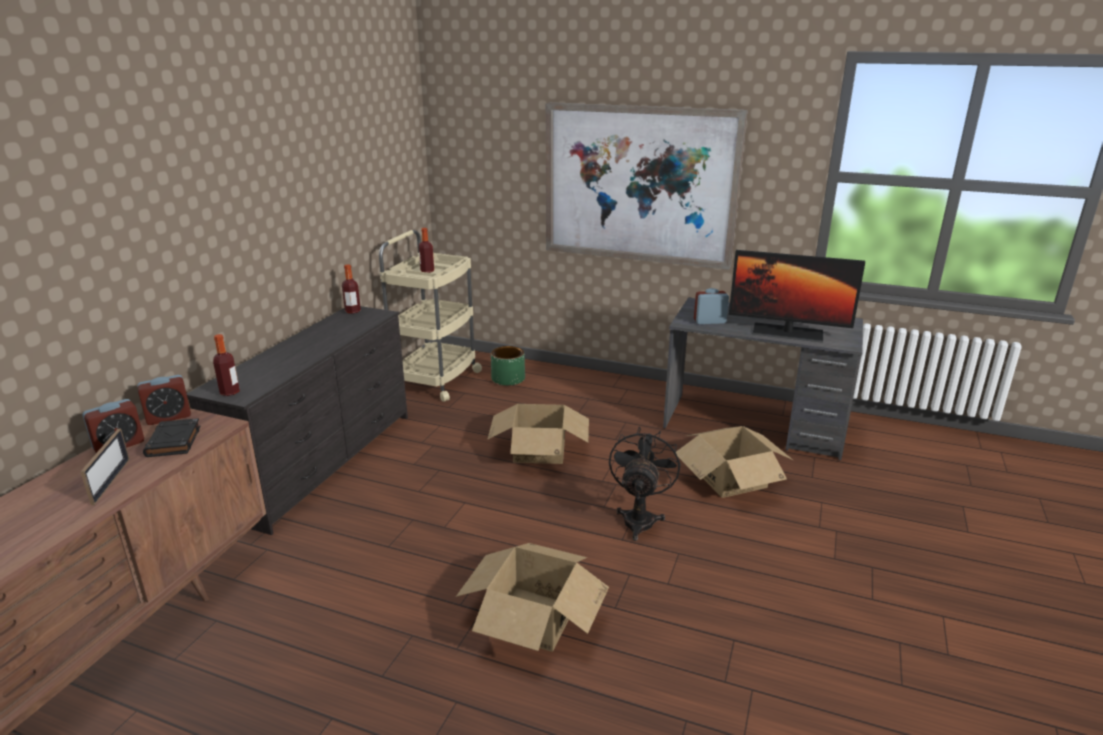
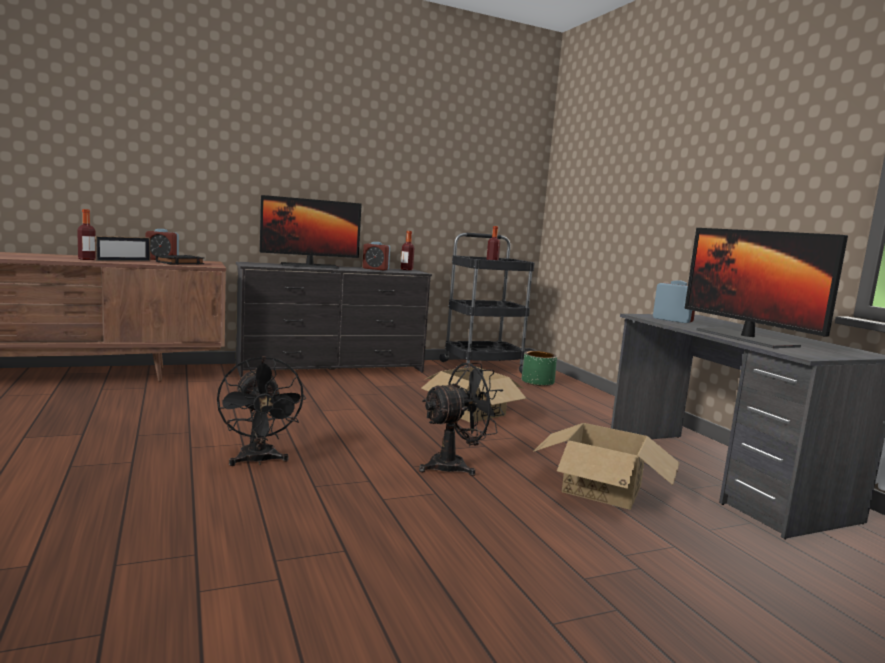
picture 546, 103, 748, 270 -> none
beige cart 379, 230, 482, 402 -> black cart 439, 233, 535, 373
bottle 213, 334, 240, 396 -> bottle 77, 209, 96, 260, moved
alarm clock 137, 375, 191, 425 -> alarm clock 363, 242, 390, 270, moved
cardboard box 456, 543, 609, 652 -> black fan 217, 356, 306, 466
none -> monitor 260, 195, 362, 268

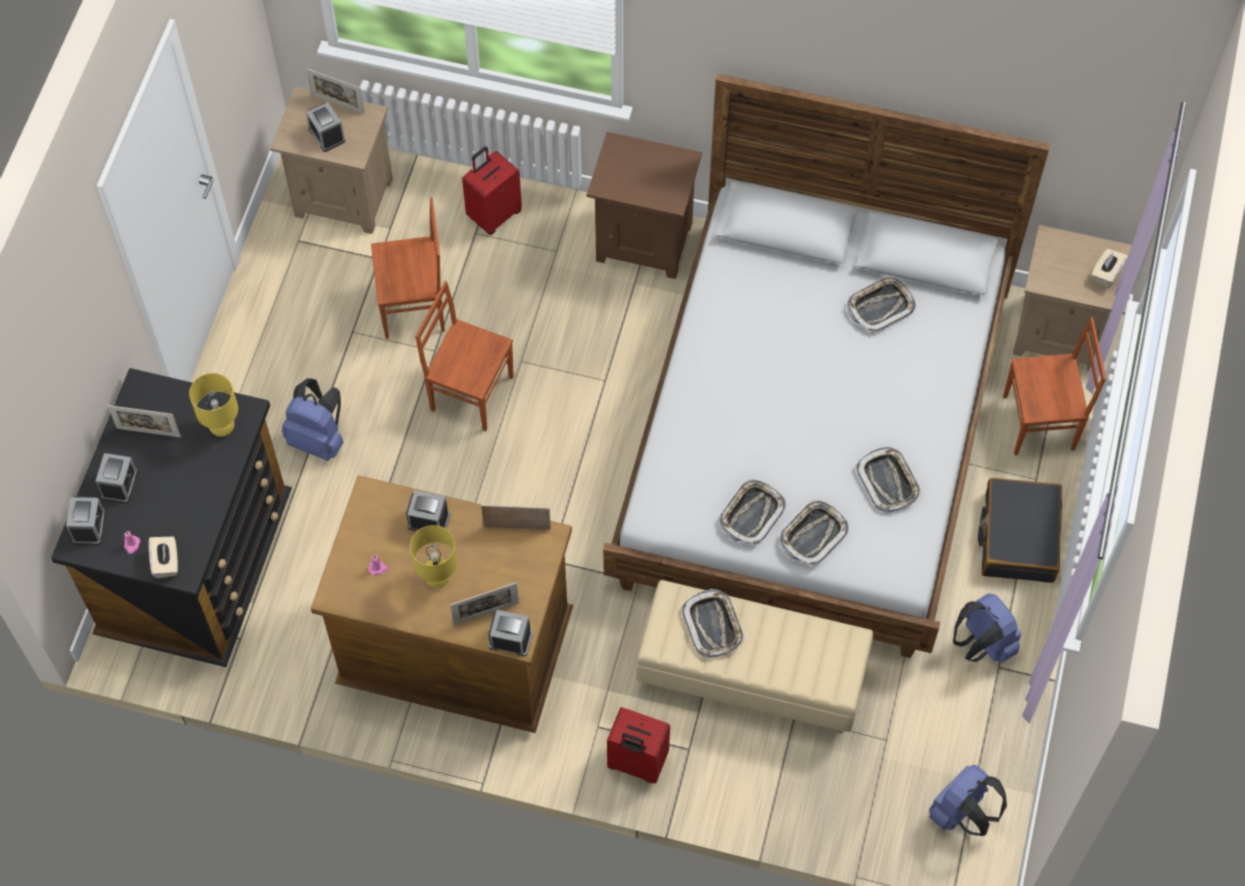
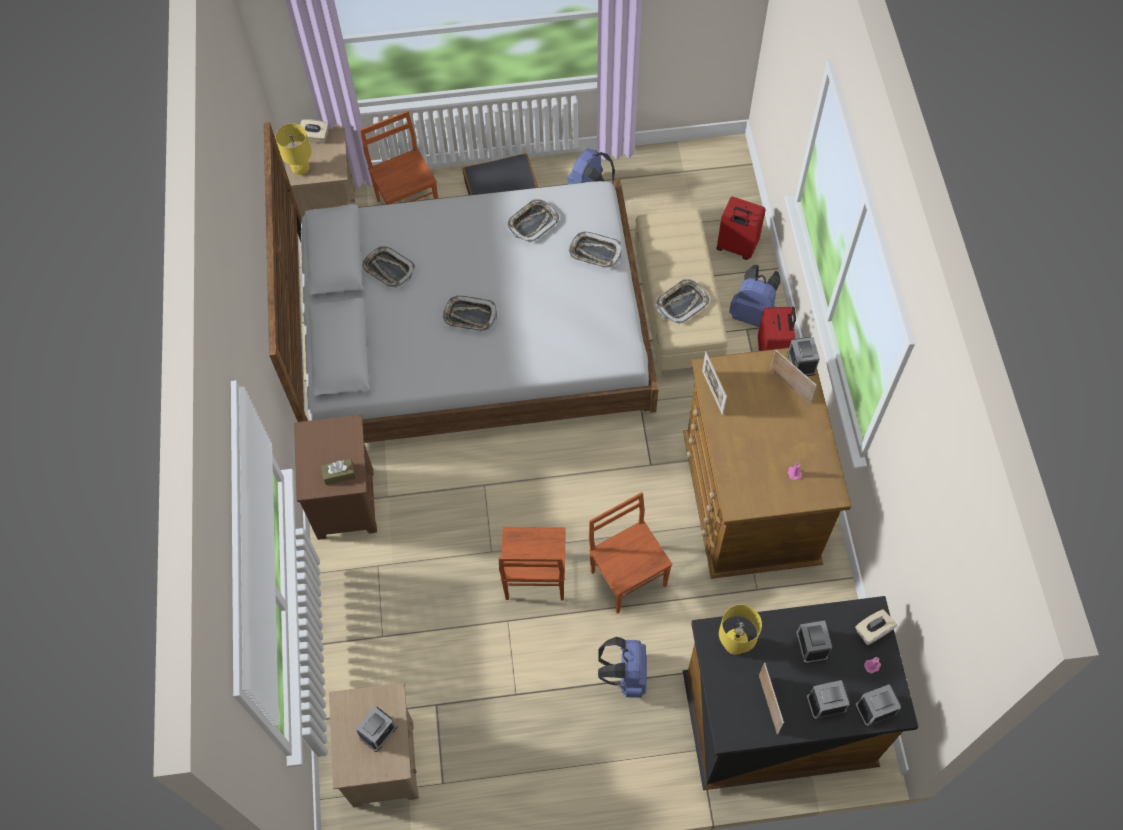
picture frame 307, 69, 365, 114 -> none
red suitcase 462, 146, 522, 235 -> red suitcase 716, 196, 766, 260, moved
brown chair 371, 197, 445, 339 -> brown chair 589, 492, 673, 614, moved
tray 720, 479, 785, 545 -> tray 443, 296, 497, 331, moved
alarm clock 406, 490, 451, 531 -> alarm clock 796, 620, 832, 664, moved
yellow table lamp 410, 525, 457, 588 -> yellow table lamp 275, 123, 311, 175, moved
blue backpack 929, 765, 1007, 836 -> blue backpack 729, 264, 781, 327, moved
none -> brown tissue box 321, 459, 356, 485

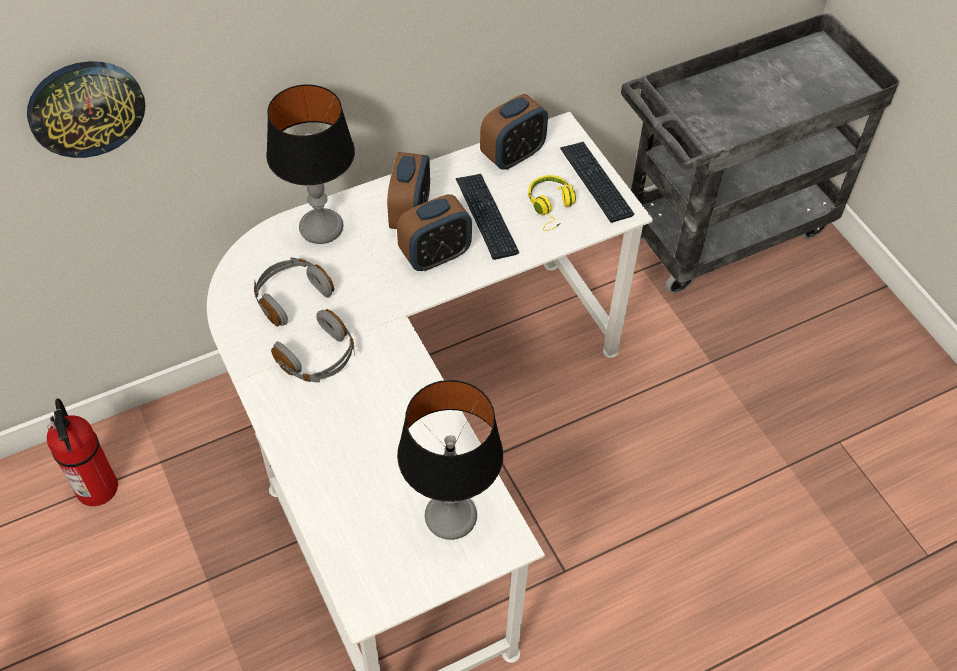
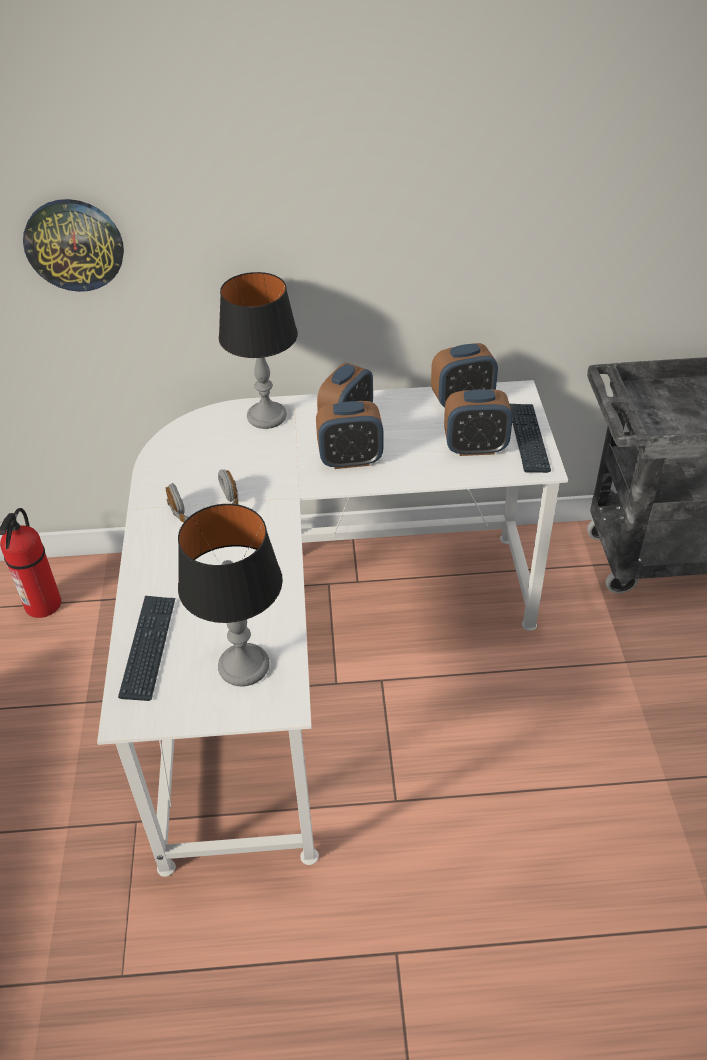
keyboard 456, 174, 519, 260 -> keyboard 118, 596, 175, 701, moved
yellow headphones 528, 175, 576, 231 -> alarm clock 444, 389, 512, 456
grey headphones 254, 257, 334, 326 -> none

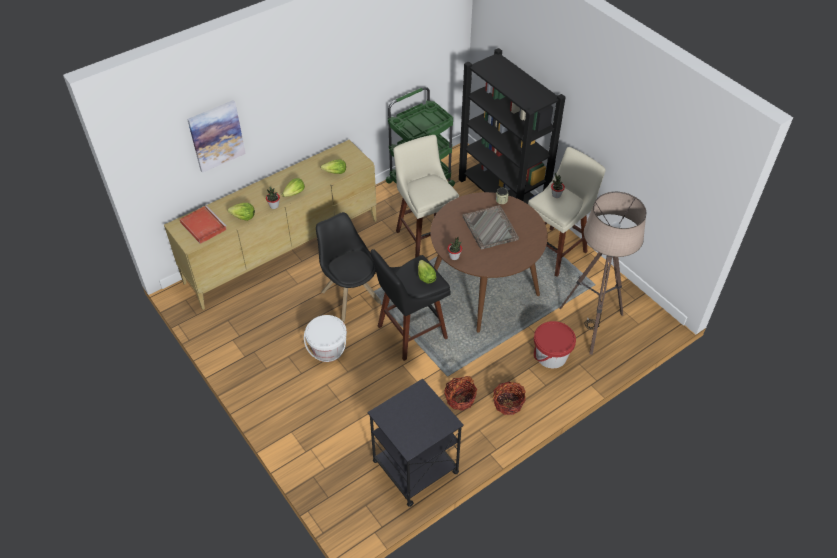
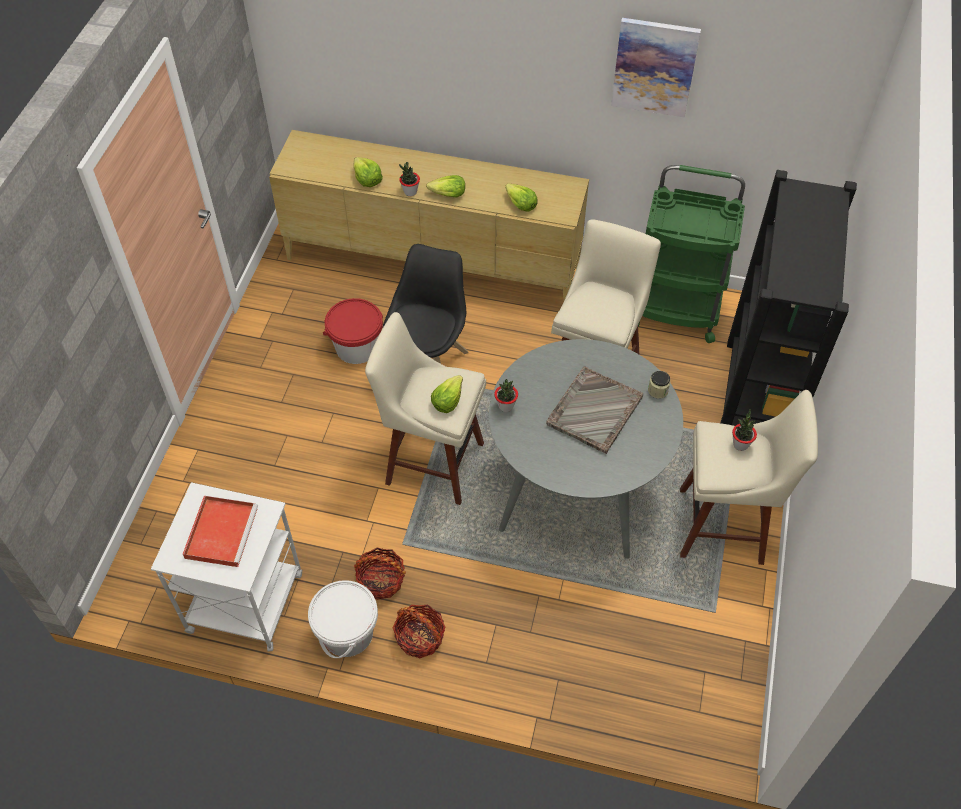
picture 187, 100, 246, 173 -> picture 611, 18, 701, 117, moved
brown dining table 430, 192, 548, 333 -> grey dining table 489, 339, 683, 559
floor lamp 559, 192, 646, 355 -> none
red tray 180, 205, 227, 244 -> red tray 183, 496, 258, 567, moved
black stool 370, 249, 451, 361 -> beige stool 365, 312, 486, 505
white bucket 304, 315, 347, 362 -> white bucket 308, 580, 378, 658, moved
red bucket 534, 321, 576, 368 -> red bucket 323, 298, 383, 364, moved
black cart 368, 379, 464, 507 -> white cart 151, 482, 303, 652

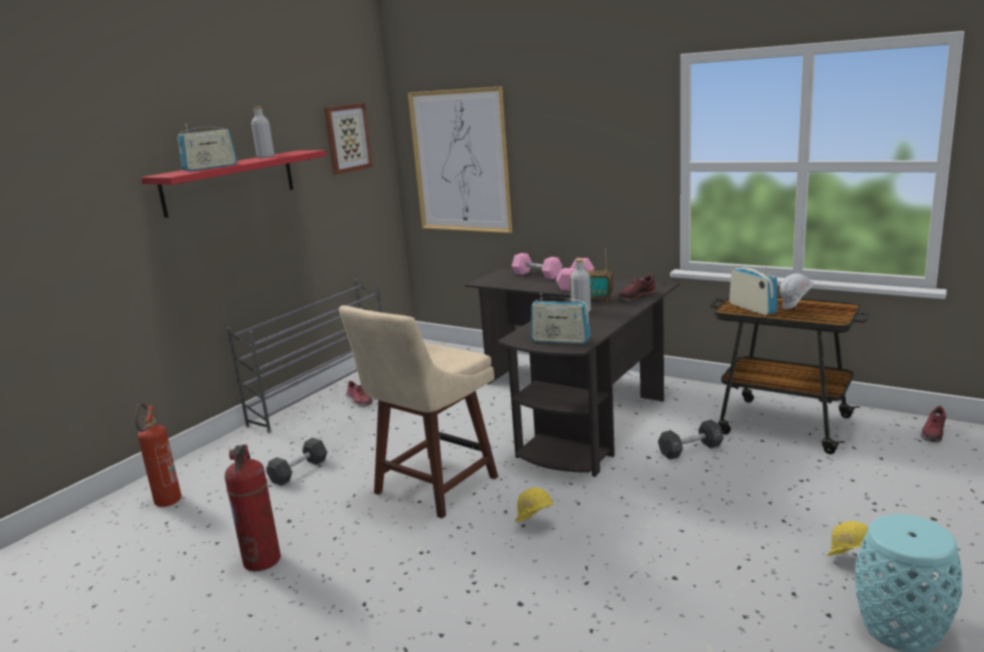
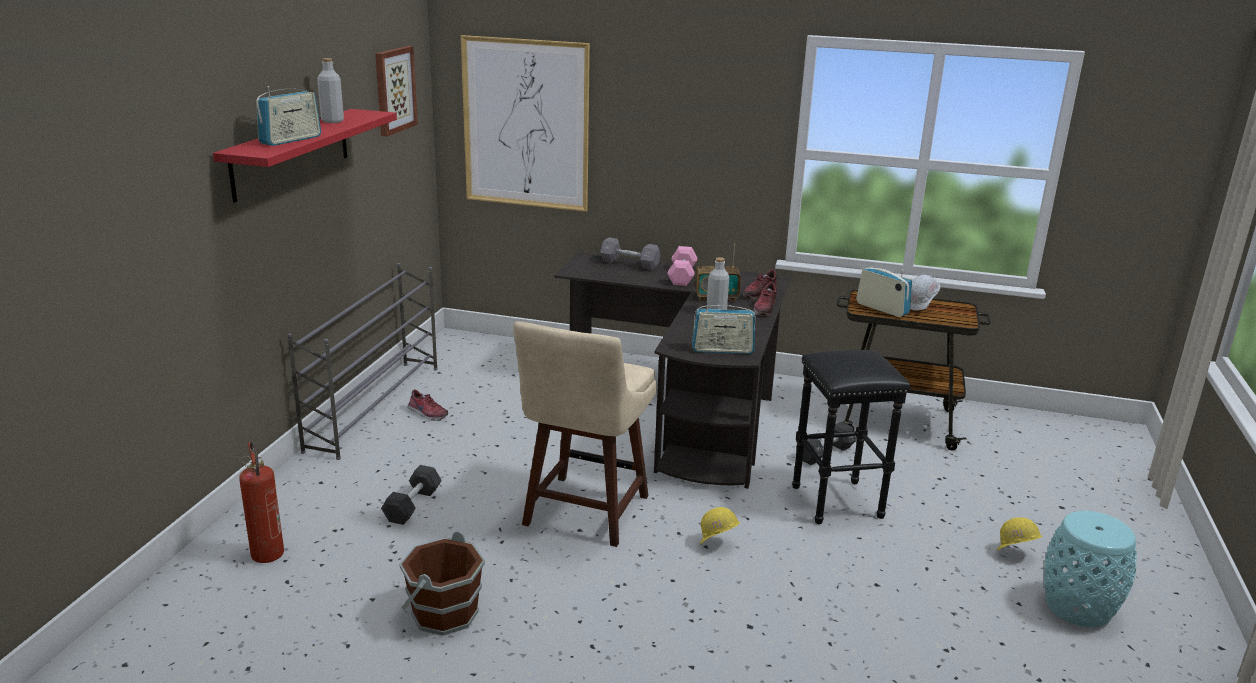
pink dumbbell 512, 253, 562, 279 -> grey dumbbell 600, 237, 660, 270
shoe 920, 406, 946, 442 -> shoe 753, 282, 777, 316, moved
fire extinguisher 225, 444, 281, 571 -> brown bucket 399, 531, 485, 636
none -> black stool 792, 350, 910, 524

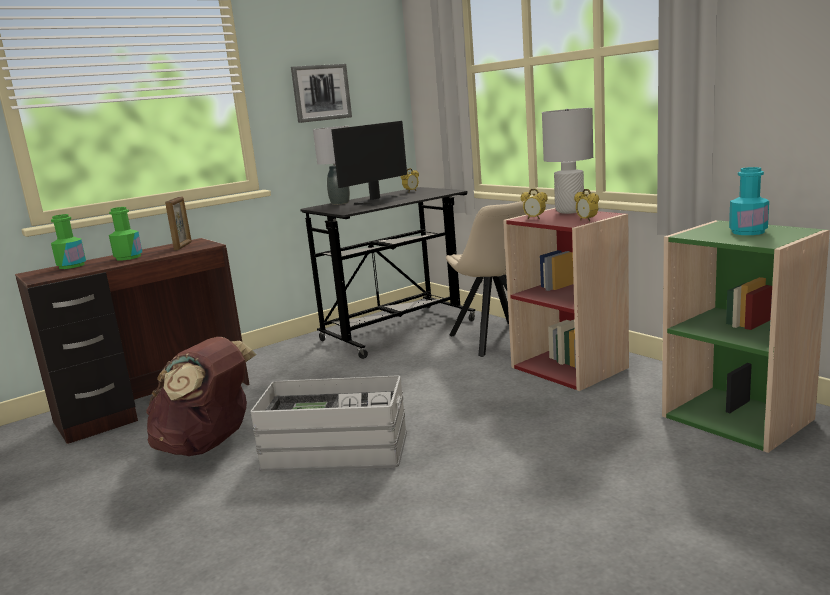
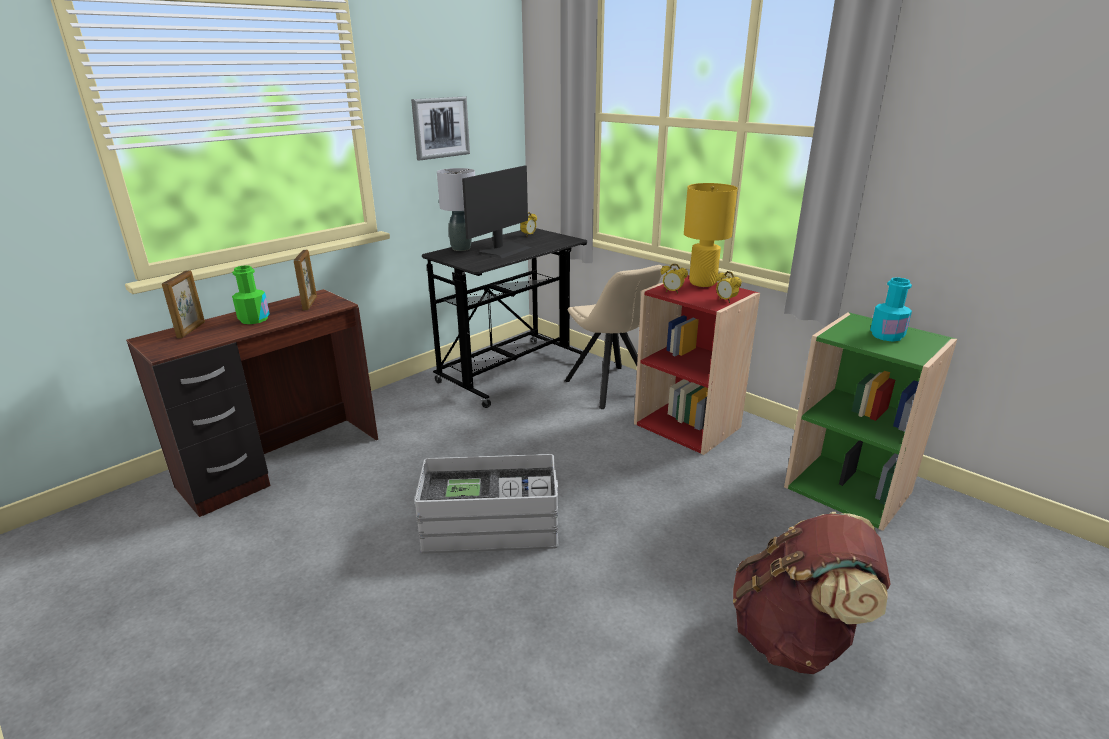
grey table lamp 542, 108, 593, 214 -> yellow table lamp 684, 183, 738, 287
green bottle 51, 214, 86, 269 -> picture frame 162, 270, 205, 338
brown backpack 146, 337, 257, 456 -> brown backpack 733, 512, 891, 674, moved

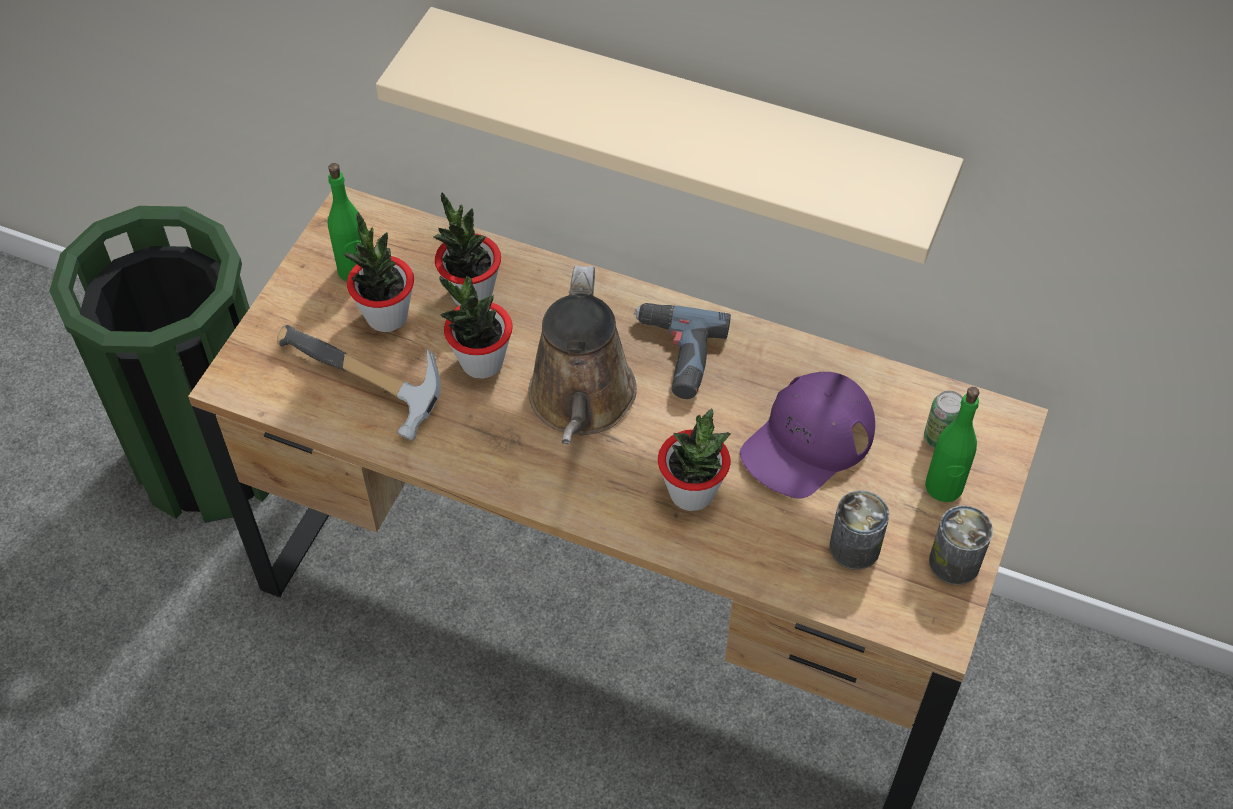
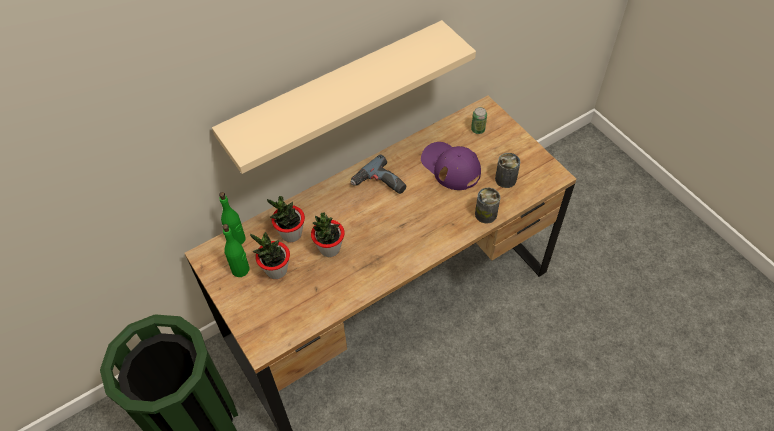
brown watering can 528, 266, 637, 444 -> none
hammer 277, 325, 441, 441 -> none
purple cap 740, 372, 875, 499 -> purple cap 421, 142, 481, 190, 150 degrees clockwise
green bottle 925, 387, 980, 502 -> green bottle 219, 192, 246, 244, moved
potted plant 658, 408, 731, 511 -> none
can 929, 506, 993, 585 -> can 475, 188, 501, 223, moved

